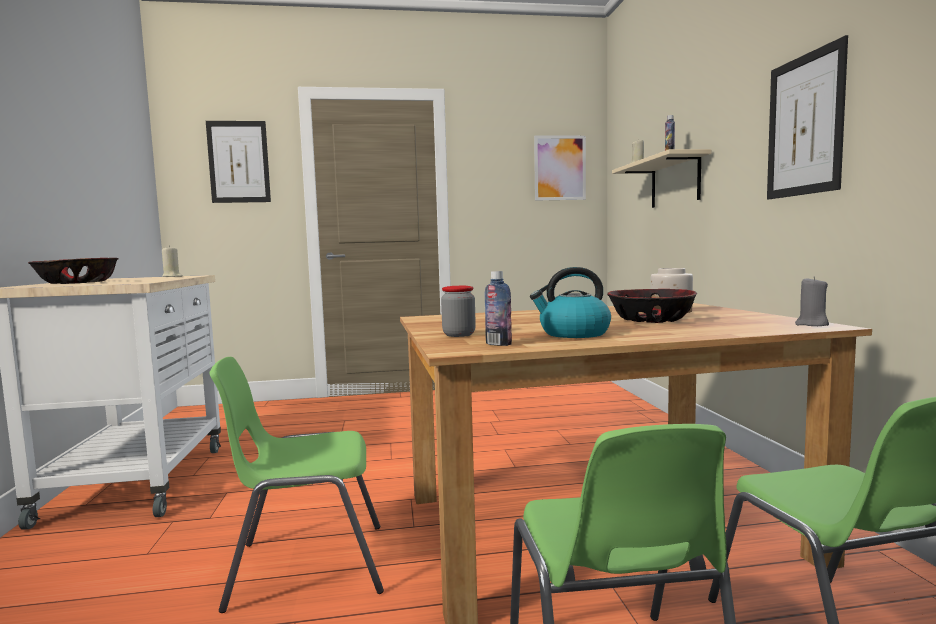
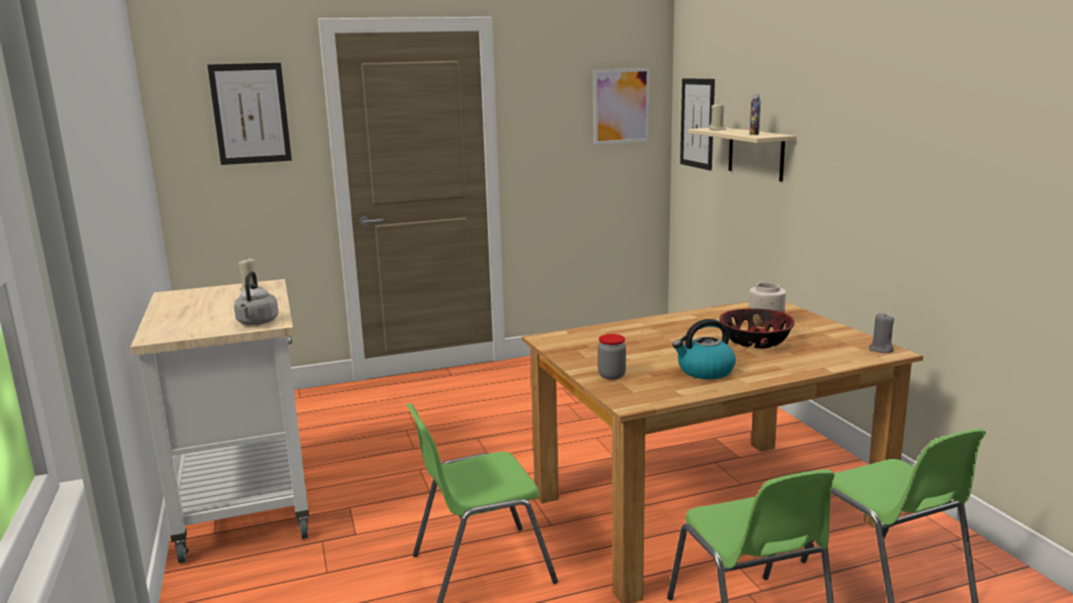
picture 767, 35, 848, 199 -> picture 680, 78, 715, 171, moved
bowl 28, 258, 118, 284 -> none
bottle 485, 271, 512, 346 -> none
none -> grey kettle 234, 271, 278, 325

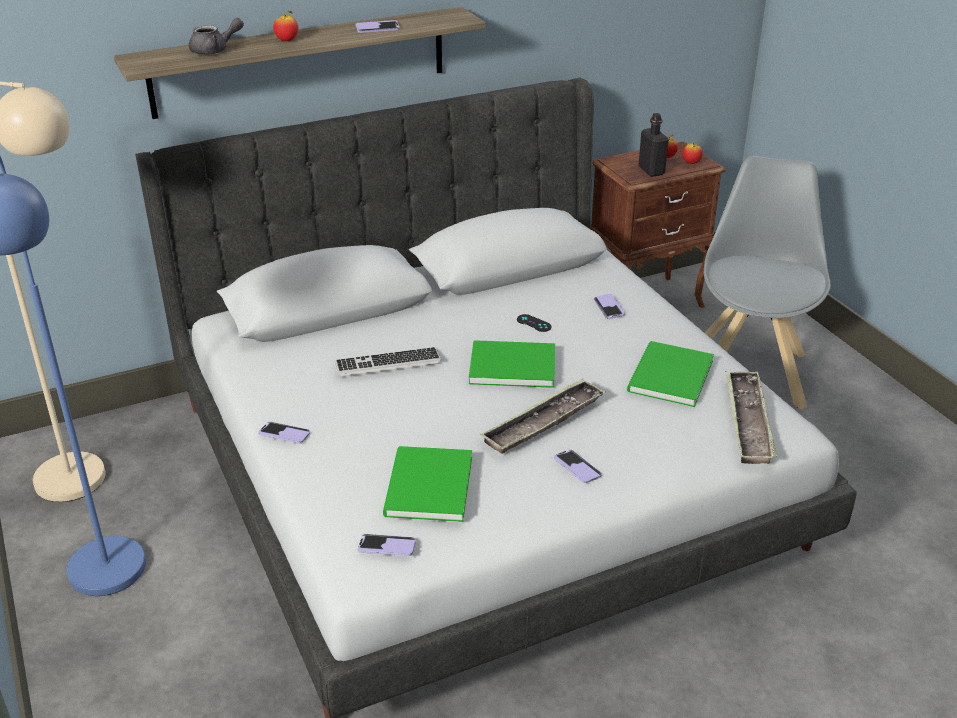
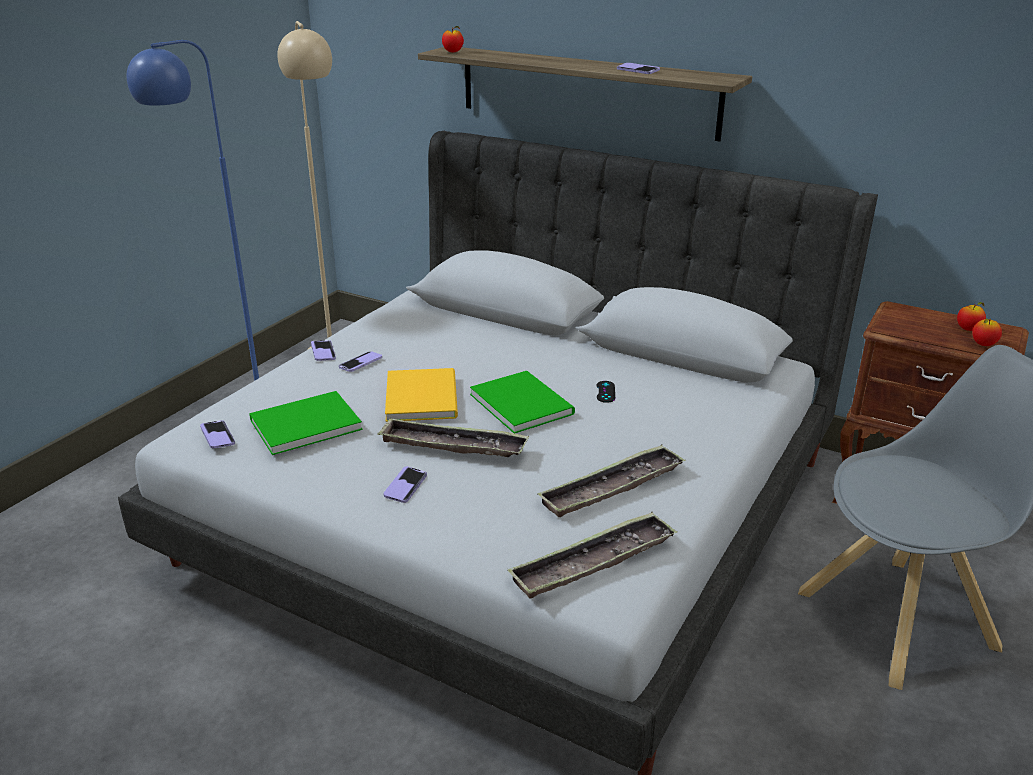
apple 273, 11, 298, 41 -> apple 442, 26, 464, 53, moved
grey teapot 189, 18, 244, 55 -> none
black bottle 638, 113, 669, 177 -> none
phone 594, 294, 625, 319 -> phone 339, 351, 382, 372, moved
green book 627, 341, 714, 407 -> tray 538, 444, 686, 517
keyboard 334, 347, 441, 376 -> none
none -> yellow book 385, 368, 458, 422

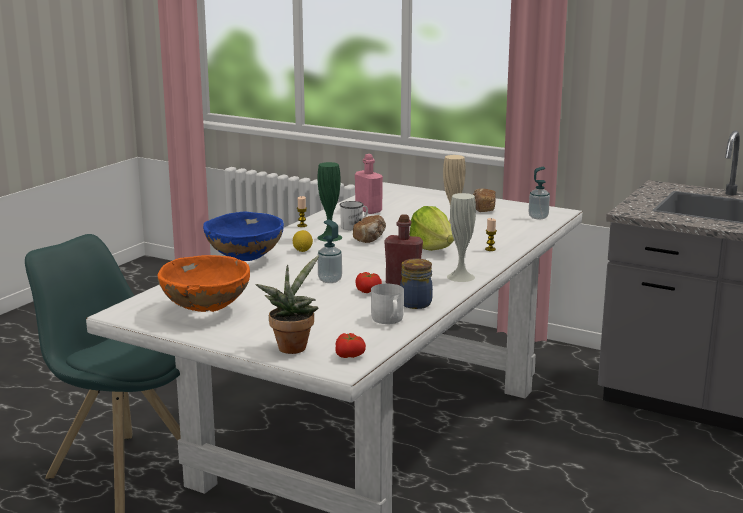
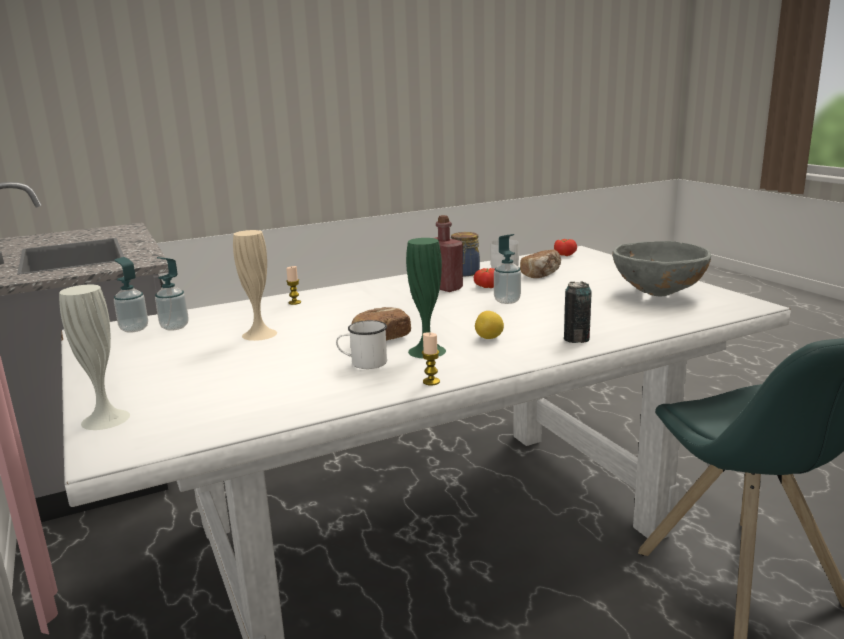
pink bottle 355, 154, 383, 214 -> none
bread 473, 188, 496, 212 -> bread 520, 250, 561, 278, moved
white vase 447, 193, 476, 282 -> white vase 59, 284, 130, 430, moved
lettuce 409, 206, 454, 251 -> none
blue bowl 203, 211, 284, 261 -> can 564, 281, 592, 343
orange bowl 158, 255, 250, 312 -> grey bowl 612, 241, 711, 297
potted plant 256, 255, 319, 354 -> none
none -> soap dispenser 155, 257, 189, 331

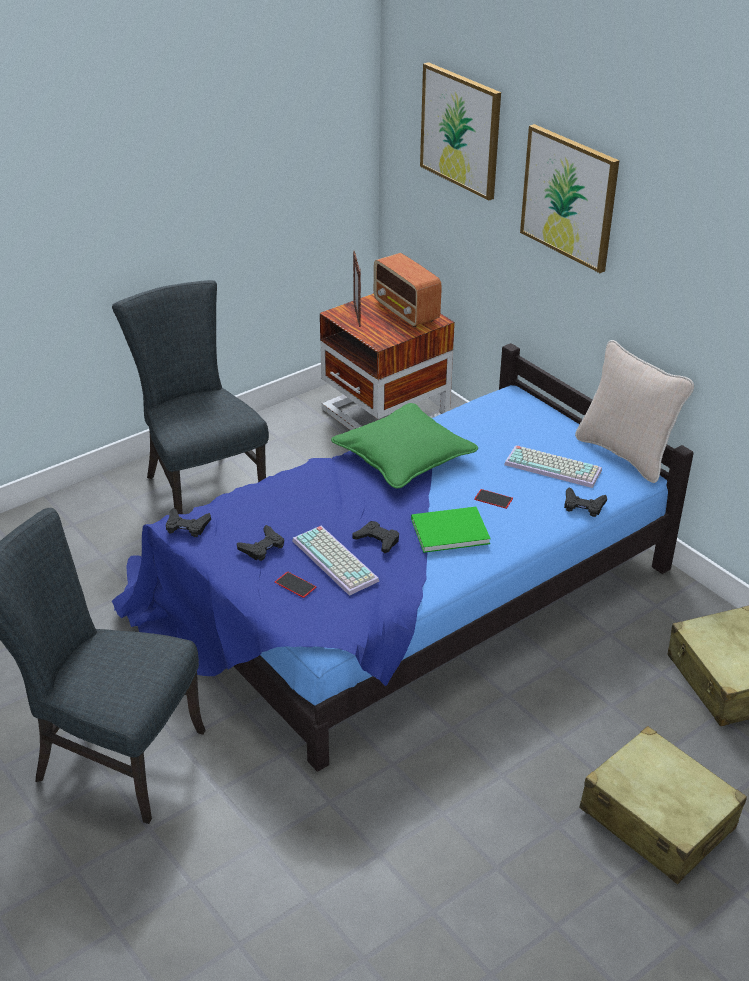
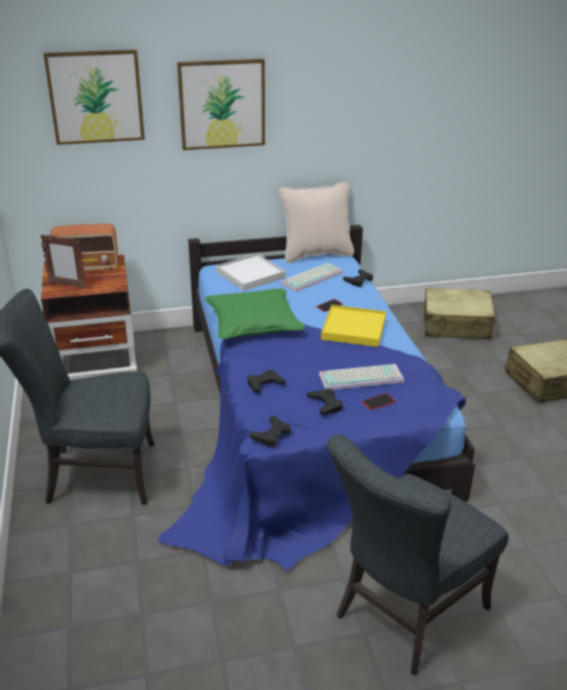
green book 411, 507, 491, 553 -> yellow tray 321, 305, 386, 347
black game controller 352, 521, 399, 553 -> black game controller 248, 370, 286, 393, moved
none -> white tray 216, 253, 285, 291

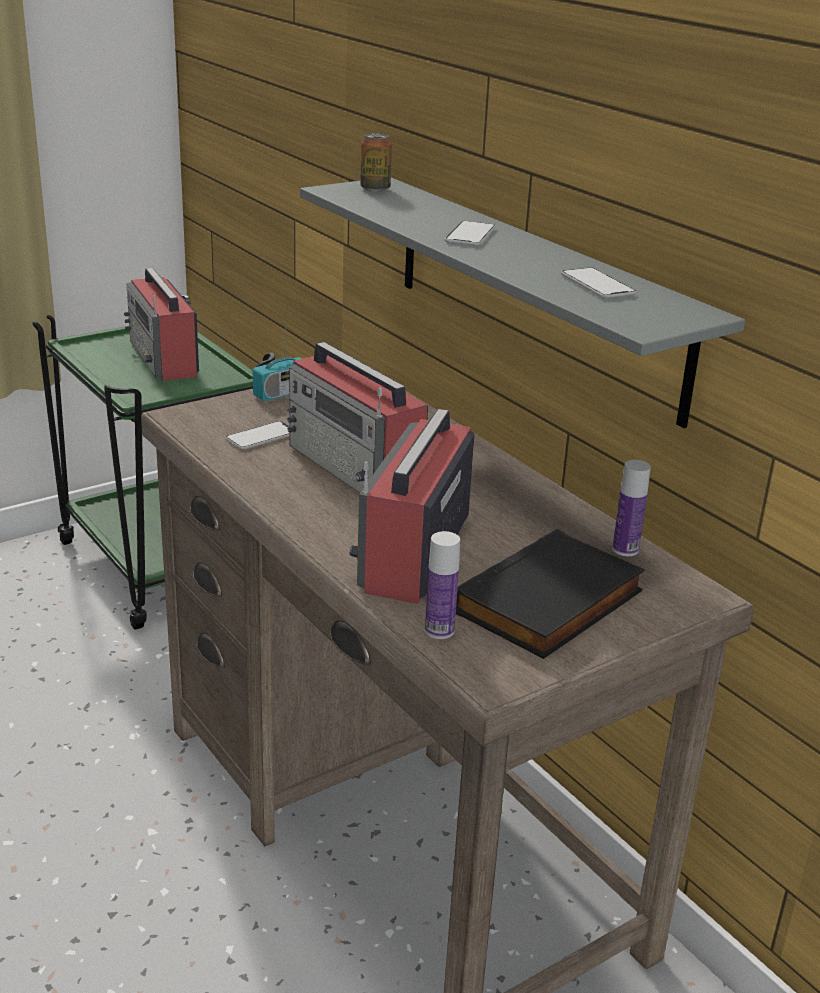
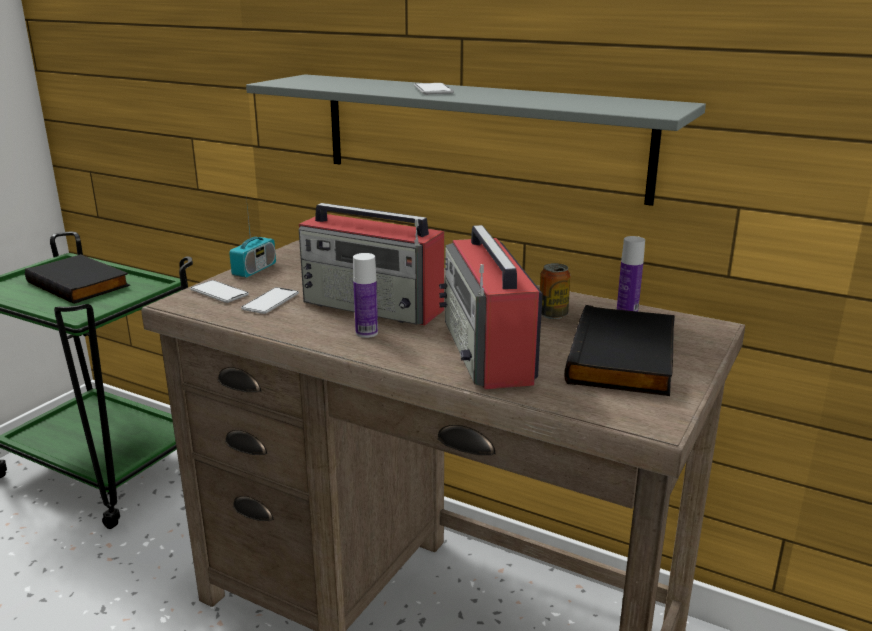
can 360, 133, 392, 192 -> can 540, 263, 571, 319, moved
phone 561, 267, 637, 299 -> phone 190, 280, 249, 303, moved
radio 124, 268, 199, 381 -> black book 25, 254, 130, 304
bottle 425, 531, 460, 639 -> bottle 353, 253, 378, 338, moved

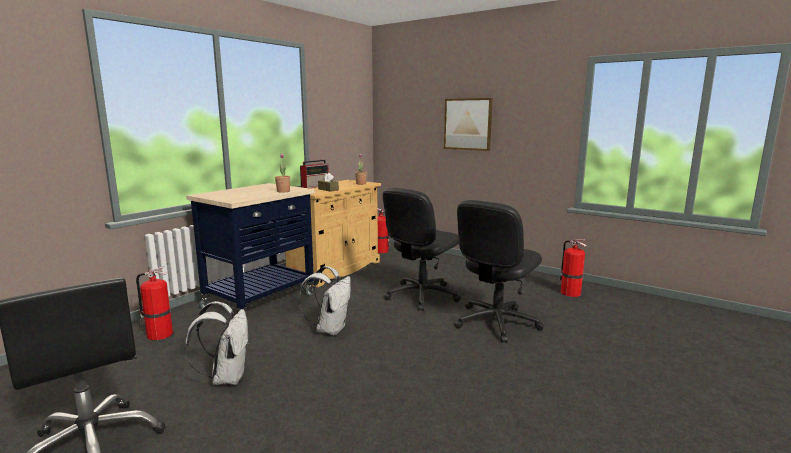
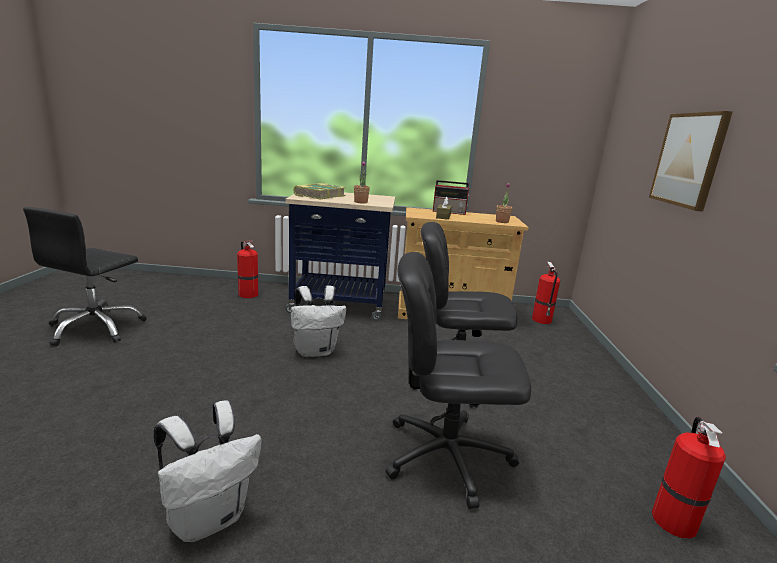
white backpack 185, 301, 248, 385 -> white backpack 154, 400, 262, 542, moved
none -> book 294, 183, 346, 199

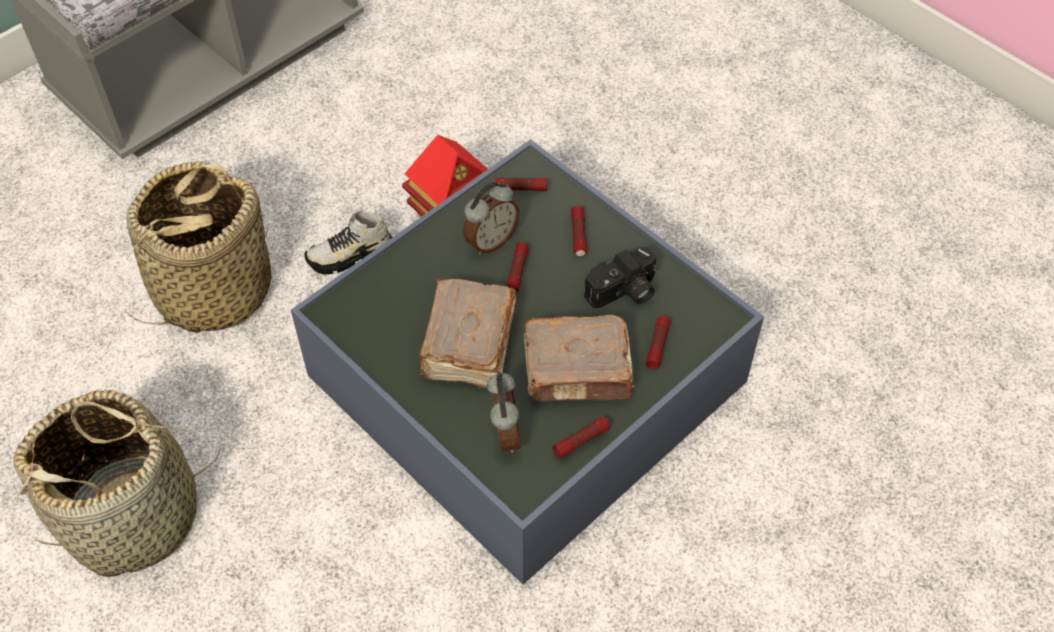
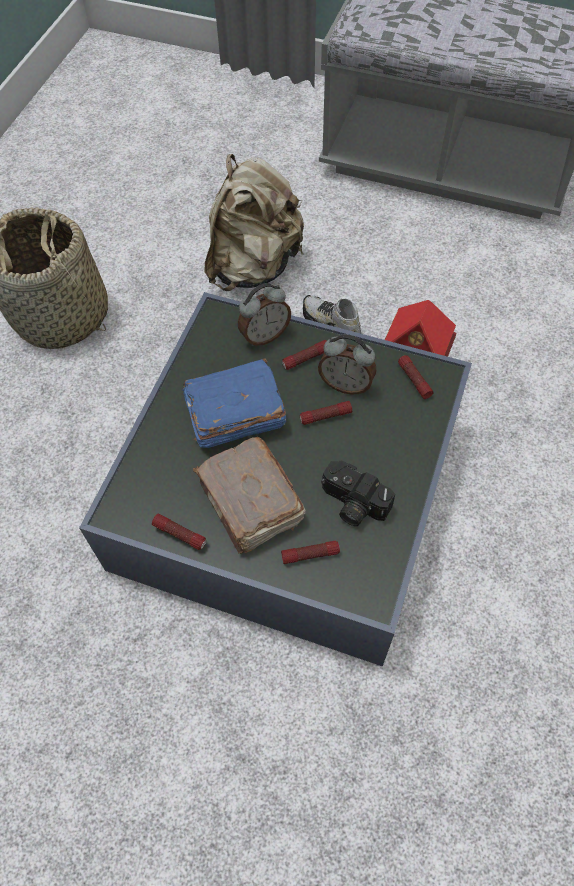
basket 117, 161, 272, 333 -> beige backpack 204, 154, 304, 291
flashlight 571, 206, 587, 256 -> flashlight 282, 340, 326, 370, moved
brown book 419, 279, 516, 388 -> blue book 182, 358, 286, 448
alarm clock 487, 372, 521, 453 -> alarm clock 238, 283, 291, 346, moved

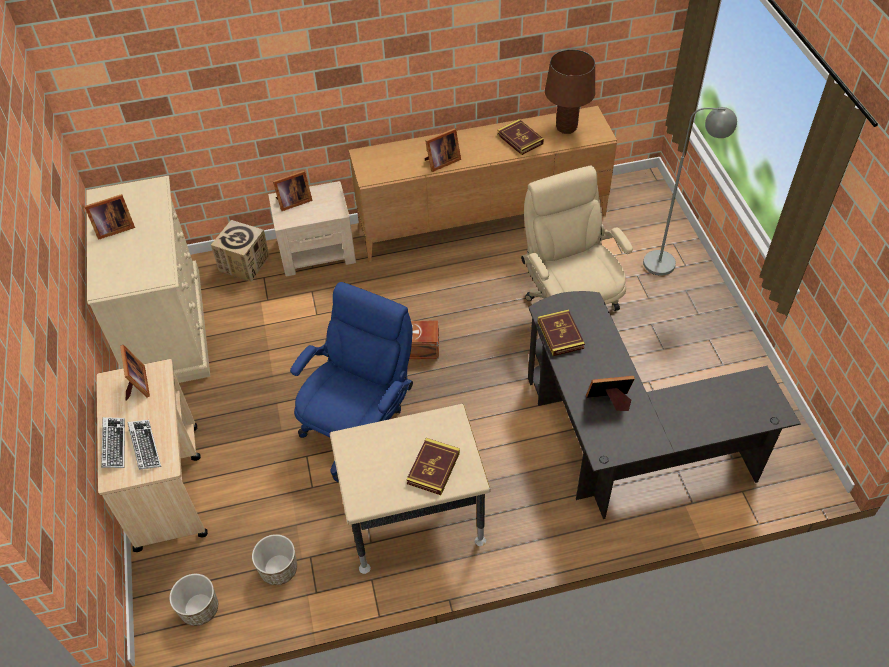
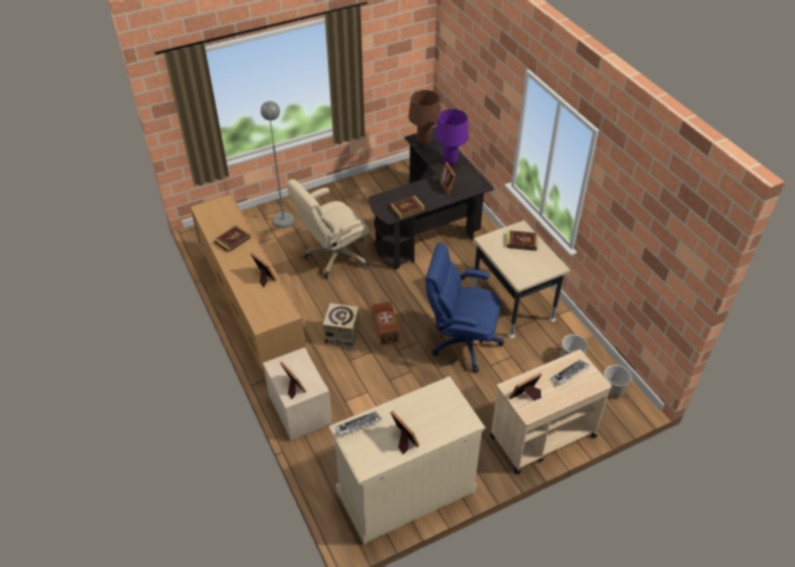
brown table lamp 545, 49, 595, 134 -> brown table lamp 408, 90, 441, 145, moved
cardboard box 211, 220, 269, 282 -> cardboard box 323, 303, 359, 348, moved
keyboard 101, 417, 125, 468 -> keyboard 336, 411, 382, 435, moved
none -> purple table lamp 435, 109, 469, 165

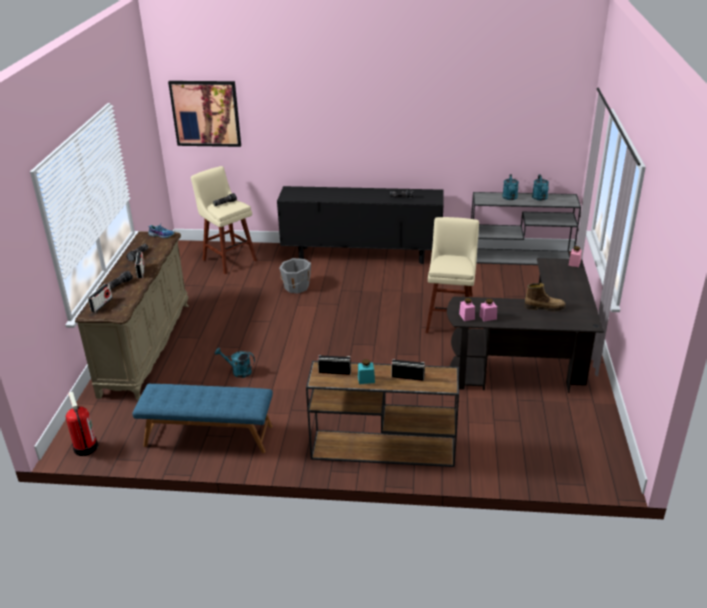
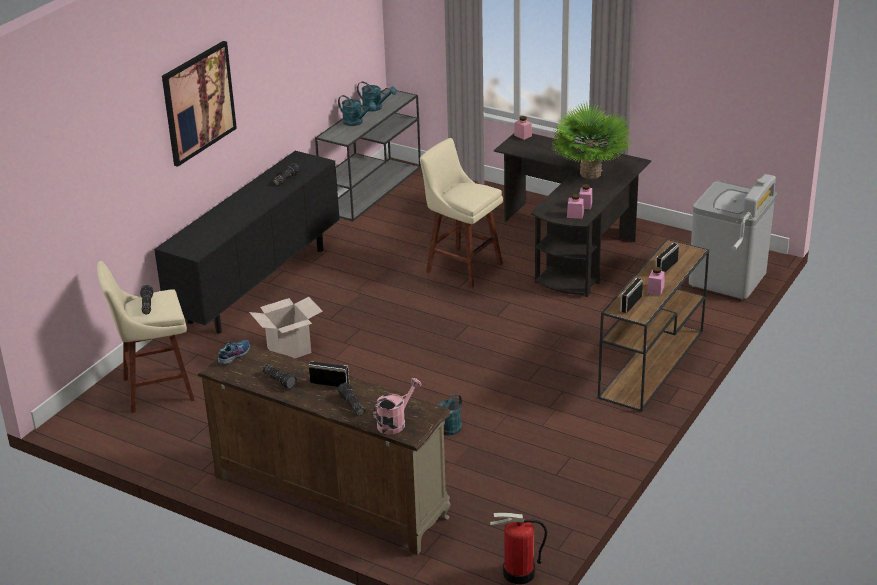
picture 168, 81, 241, 147 -> picture 162, 41, 237, 167, moved
grey bucket 279, 258, 311, 294 -> cardboard box 249, 297, 323, 358
boot 524, 283, 566, 311 -> potted plant 552, 103, 632, 179
radio 88, 284, 113, 313 -> pink watering can 373, 378, 422, 434
turquoise jar 358, 359, 375, 384 -> pink jar 647, 267, 665, 295
blue bench 132, 384, 273, 453 -> none
none -> grey washing machine 689, 174, 777, 300

